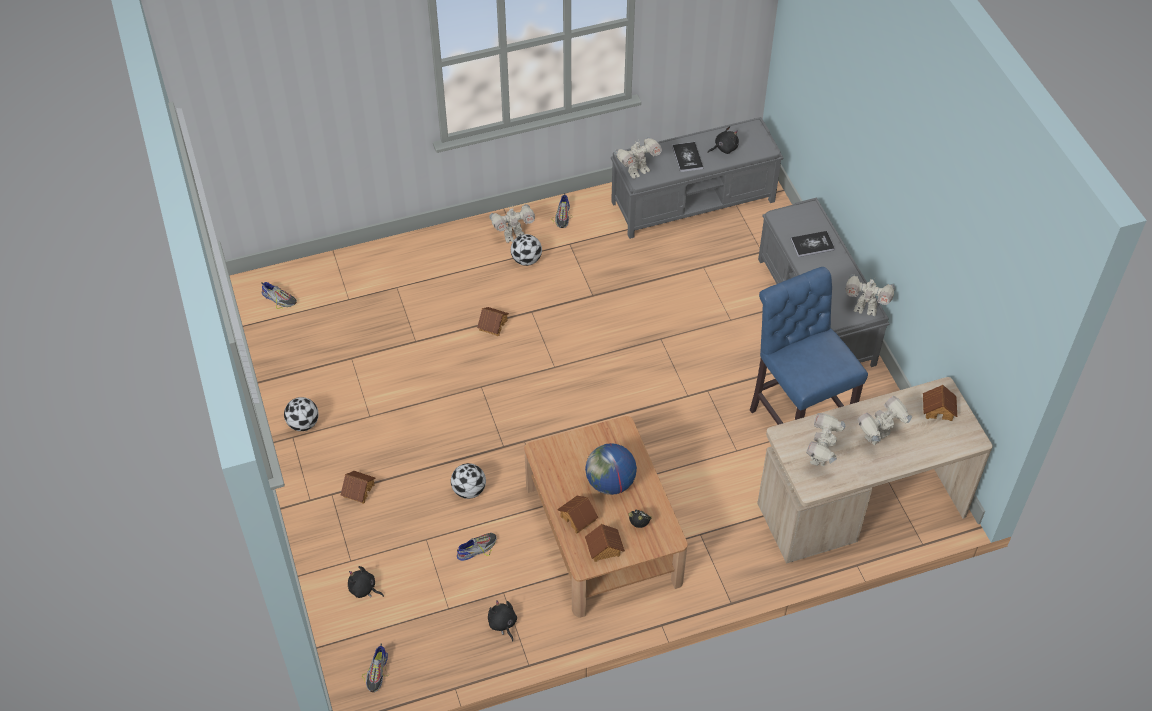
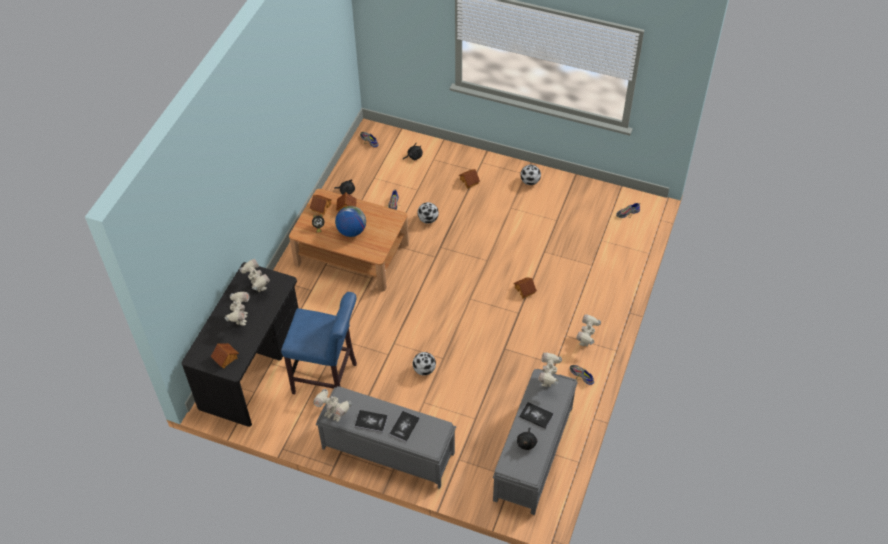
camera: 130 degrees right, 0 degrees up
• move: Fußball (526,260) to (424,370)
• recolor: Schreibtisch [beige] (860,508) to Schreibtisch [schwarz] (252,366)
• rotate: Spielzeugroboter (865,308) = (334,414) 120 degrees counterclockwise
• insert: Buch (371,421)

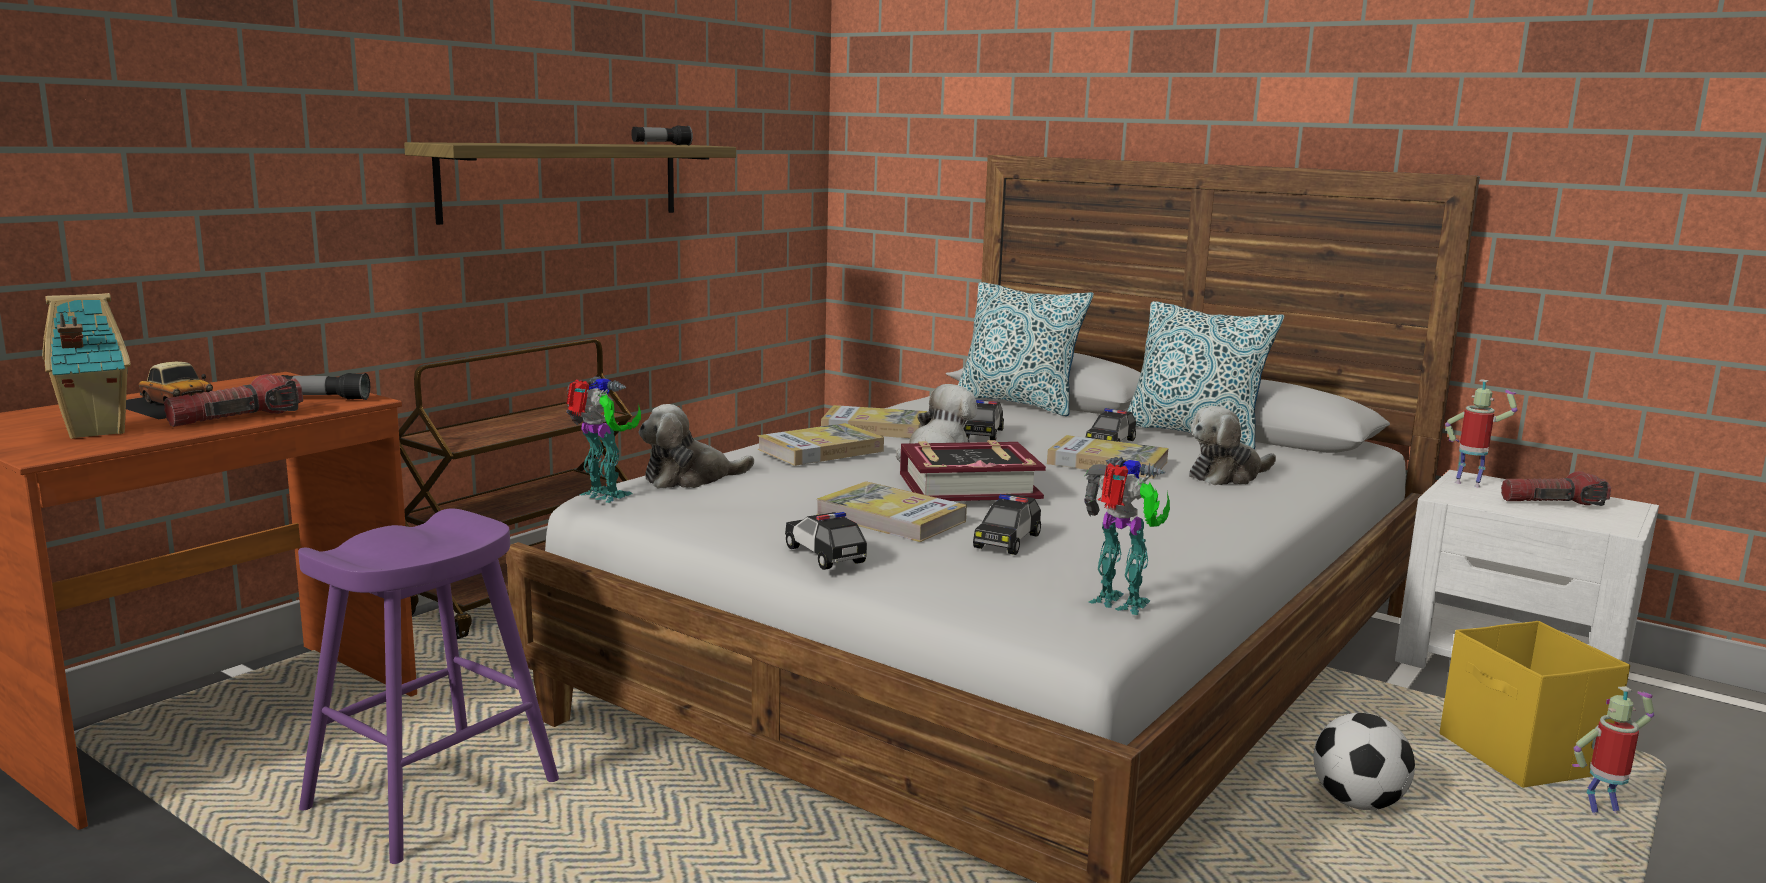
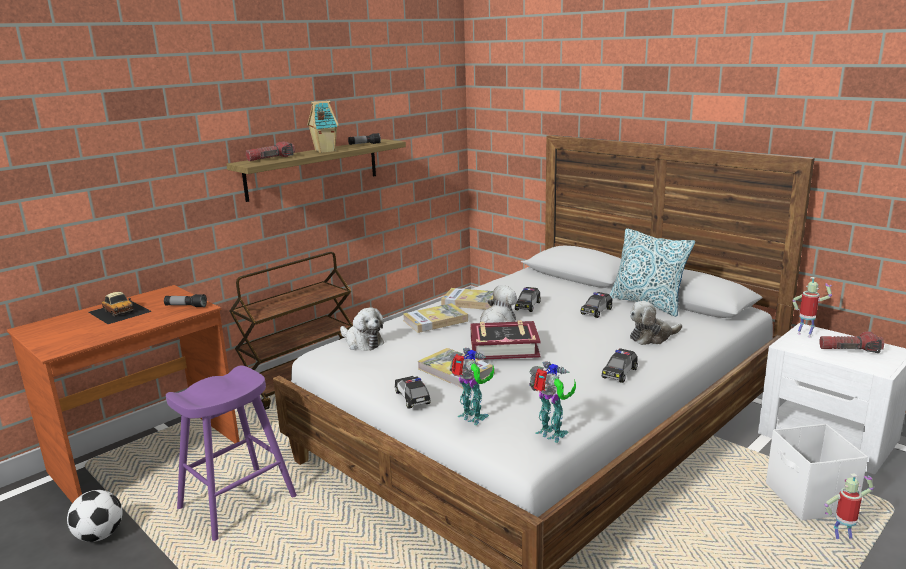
camera: 10 degrees right, 5 degrees up
• move: Spielzeughaus (93,431) to (324,151)
• move: Taschenlampe (237,418) to (271,158)
• move: Spielzeugroboter (604,496) to (472,418)
• rotate: Plüschtier (690,479) = (362,342) 120 degrees counterclockwise
• delete: Kissen (1018,403)
• move: Spielzeugauto (1007,541) to (619,373)
• delete: Buch (1107,463)
• move: Fußball (1357,803) to (100,535)
• recolor: Aufbewahrungsbox [gelb] (1522,756) to Aufbewahrungsbox [weiß] (809,499)

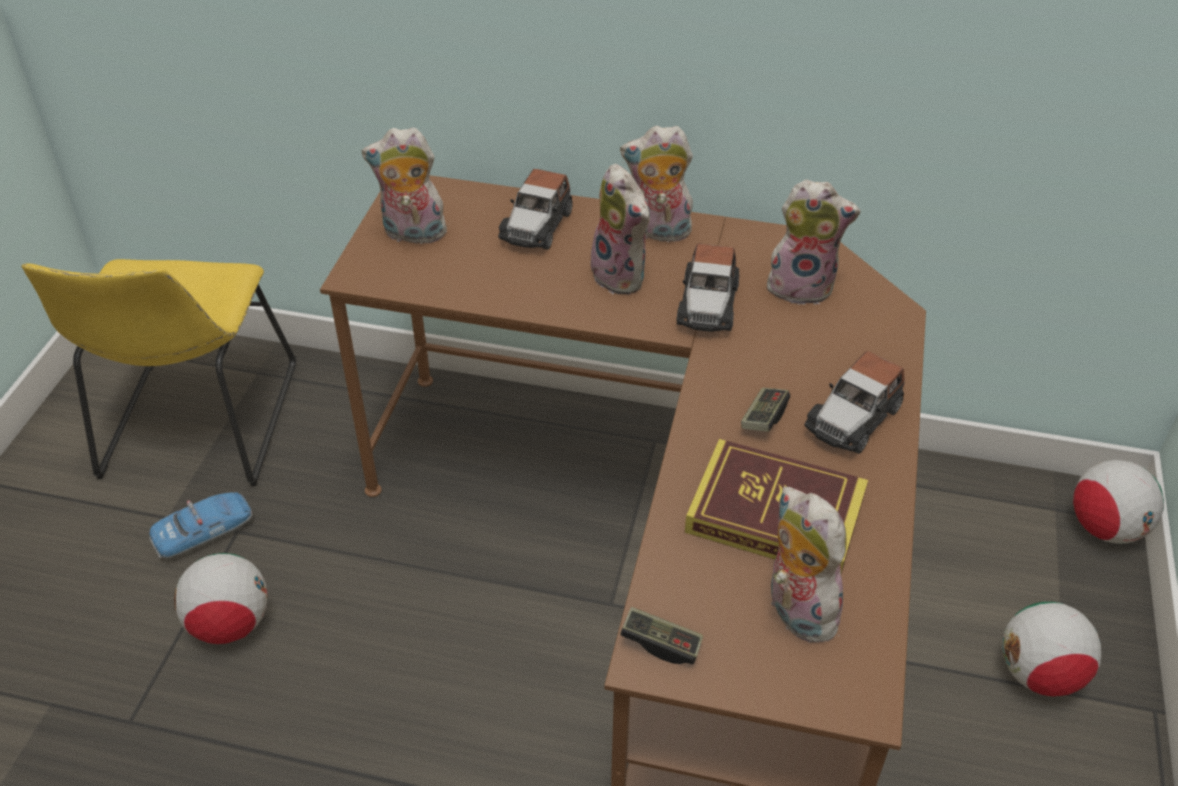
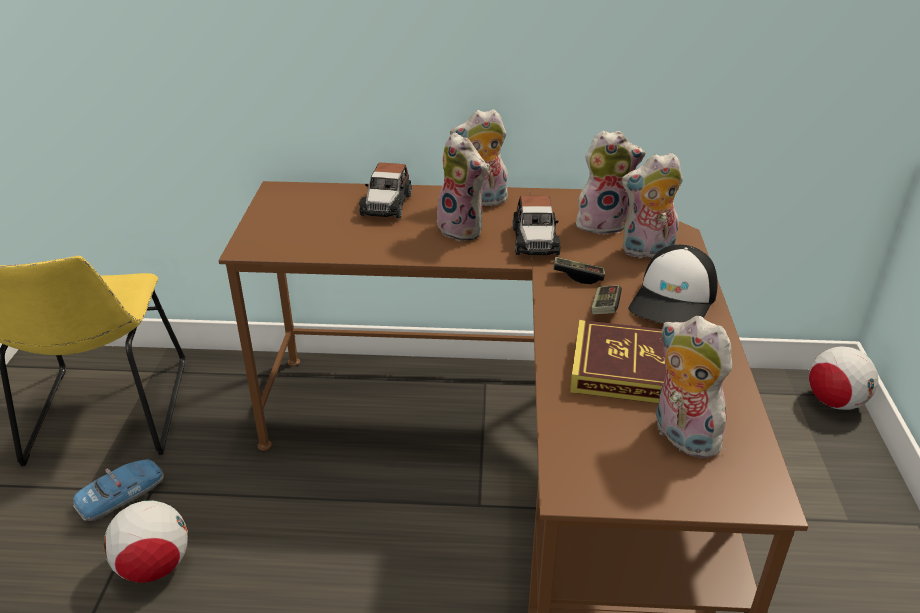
camera: 10 degrees left, 10 degrees down
• move: Plüschtier (412,235) to (647,252)
• move: Gamepad (661,643) to (578,276)
• replace: Spielzeugauto (853,418) to Kappe (674,300)
• delete: Fußball (1039,674)

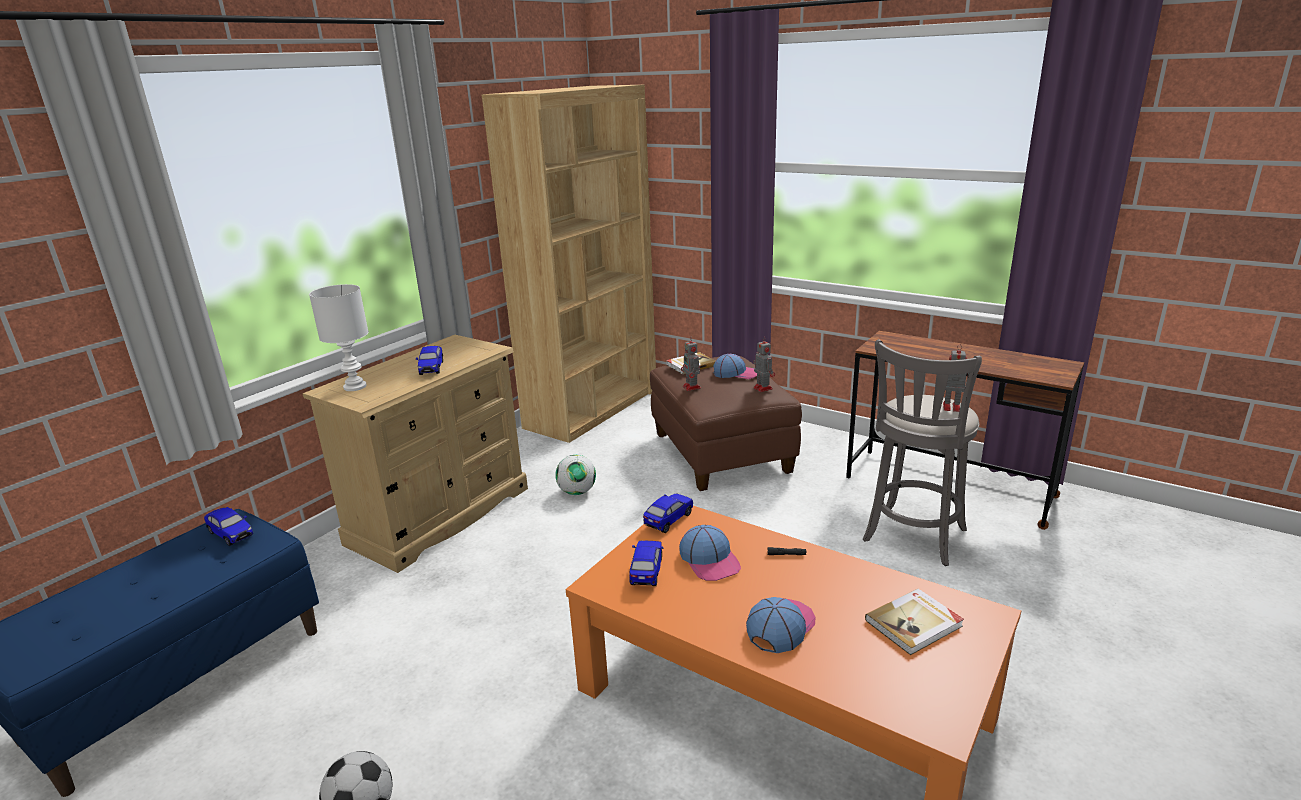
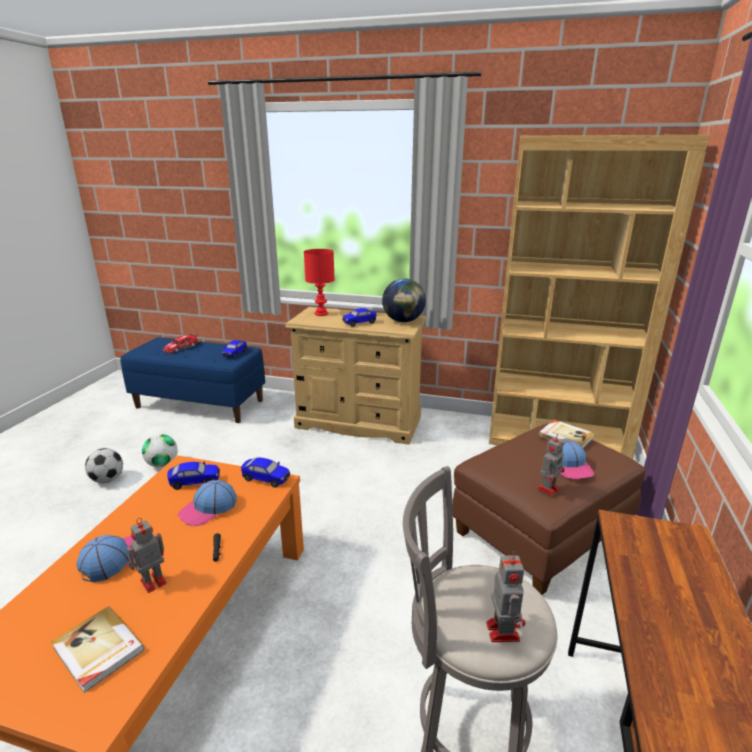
camera: 70 degrees right, 0 degrees up
• recolor: Tischlampe [weiß] (355,386) to Tischlampe [rot] (322,314)
• move: Fußball (577,492) to (162,464)
• move: Spielzeugroboter (692,387) to (152,582)
• rotate: Kappe (780,626) = (114,558) 75 degrees counterclockwise
• insert: Spielzeugauto (181,347)
• insert: Globus (403,321)

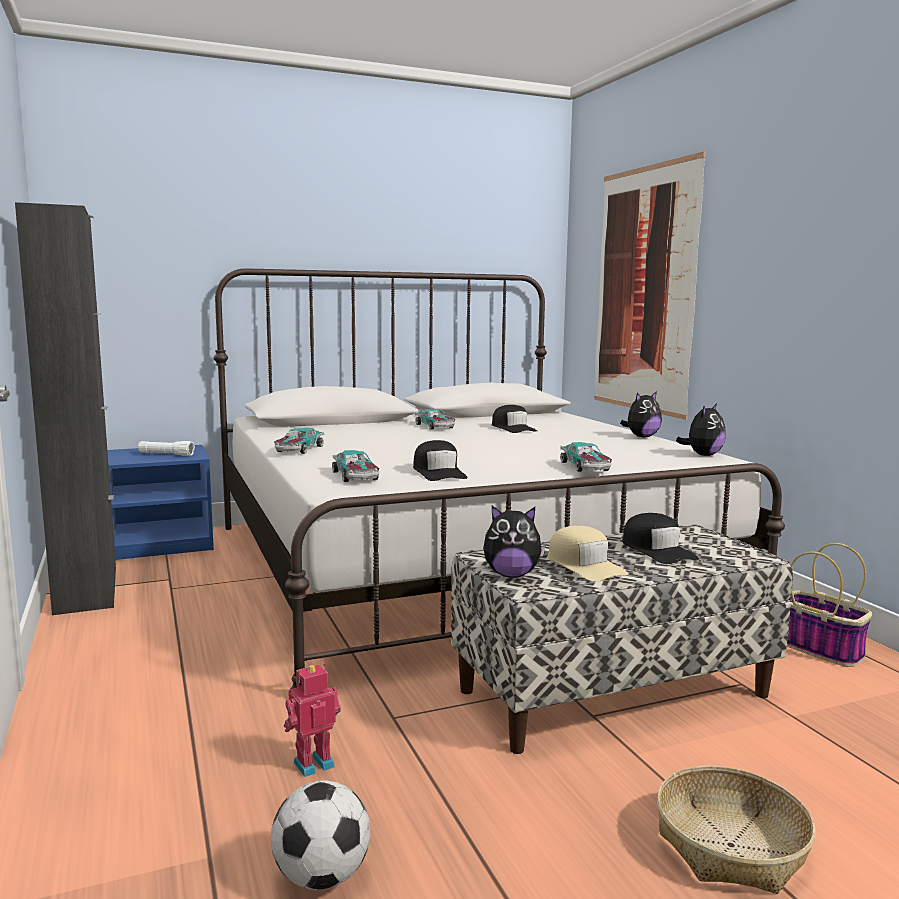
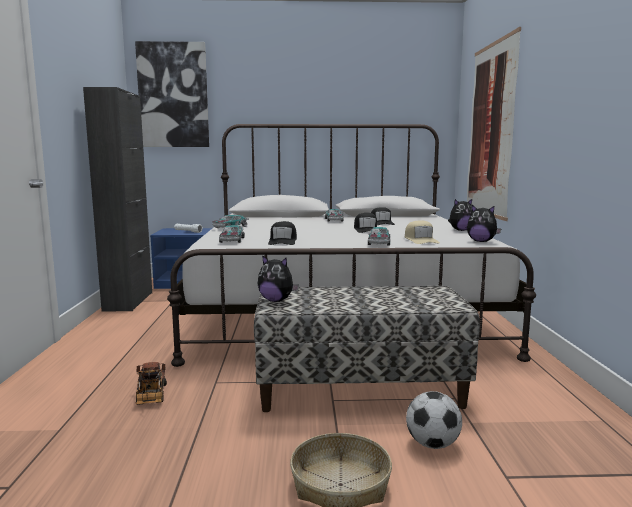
camera: 20 degrees right, 0 degrees up
• move: Fußball (322,876) to (432,444)
• replace: Spielzeugroboter (313,763) to Spielzeuglaster (151,397)
• move: Kappe [beige] (584,566) to (421,240)
• move: Kappe [schwarz] (657,550) to (366,230)
• rotate: Plüschtier (703,455) = (481,241) 60 degrees clockwise
• delete: Korb (822,649)
• insert: Bild (173,95)

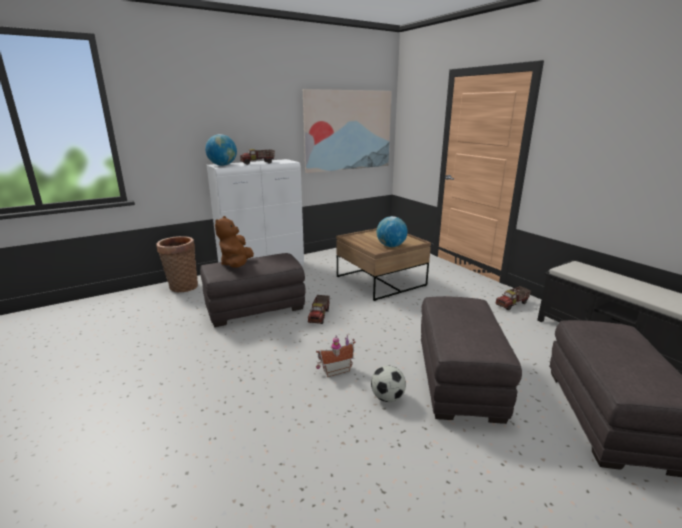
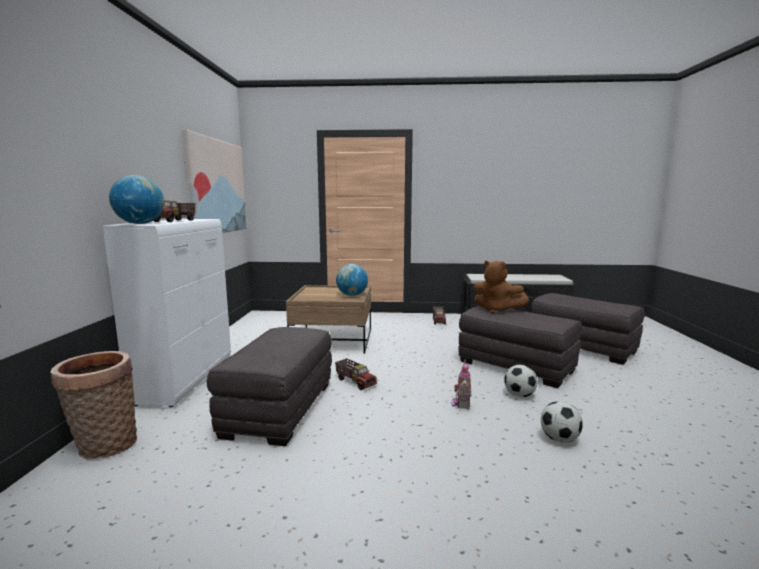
camera: 55 degrees left, 10 degrees down
• move: Plüschtier [braun] (237,264) to (497,310)
• insert: Fußball (559,439)

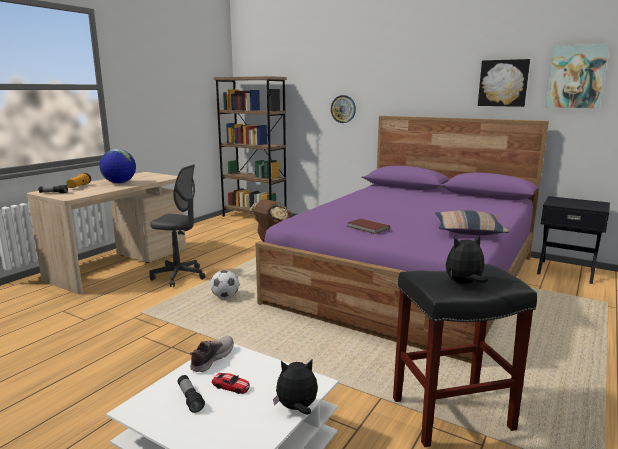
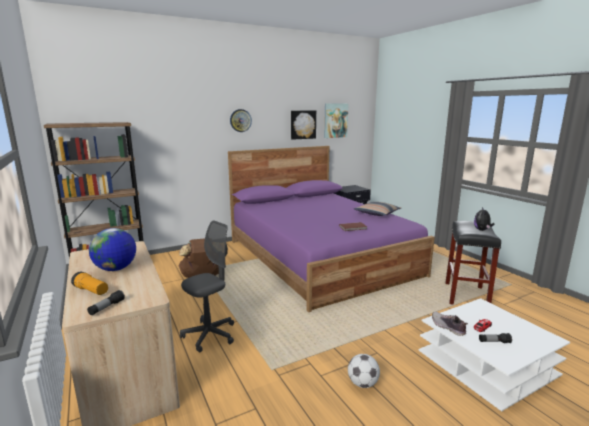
camera: 60 degrees left, 0 degrees up
• move: Fußball (225,297) to (362,383)
• delete: Plüschtier (297,408)
• move: Wanduhr (343,109) to (240,120)

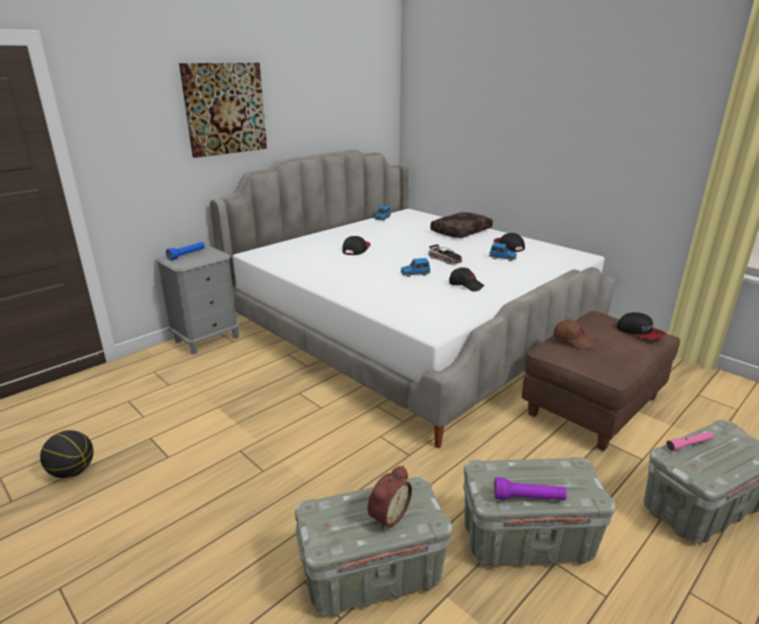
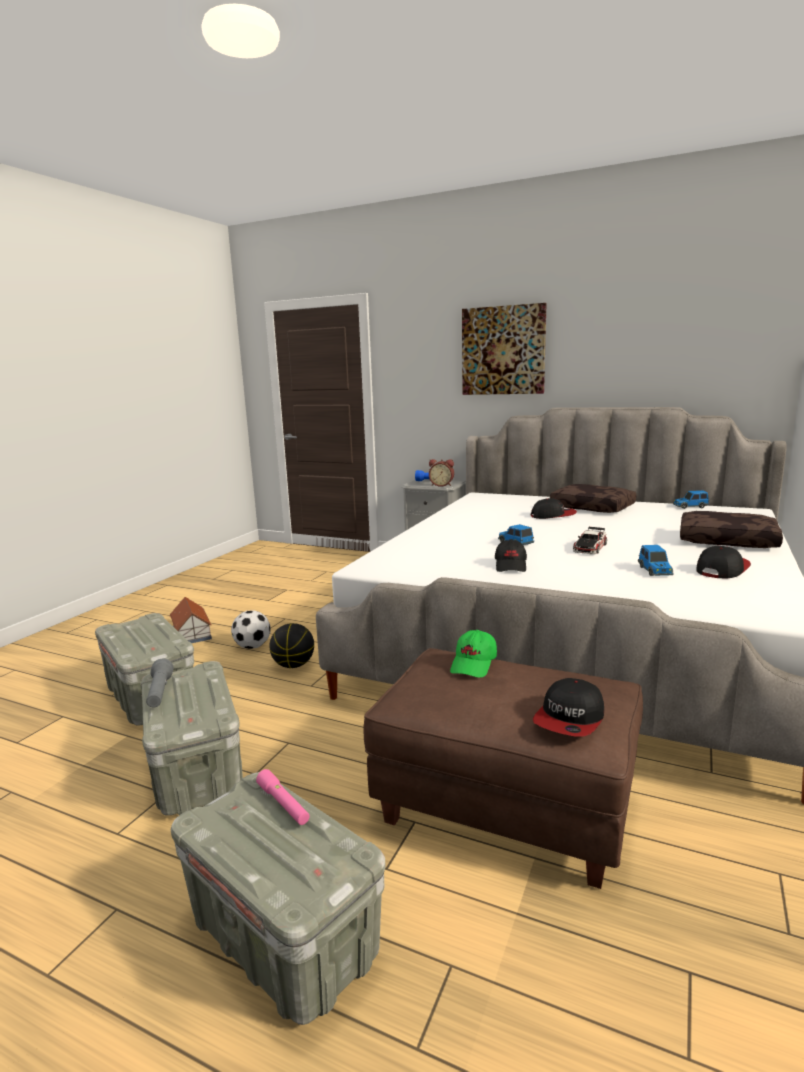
camera: 70 degrees right, 10 degrees down
• move: Basketball (72,472) to (293,665)
• move: Wecker (387,515) to (442,485)
• recolor: Taschenlampe [lila] (528,498) to Taschenlampe [grau] (159,693)
• recolor: Kappe [braun] (572,340) to Kappe [grün] (474,664)
• insert: Spielzeughaus (192,633)
• insert: Fußball (252,646)
• insert: Kissen [braun] (593,507)

